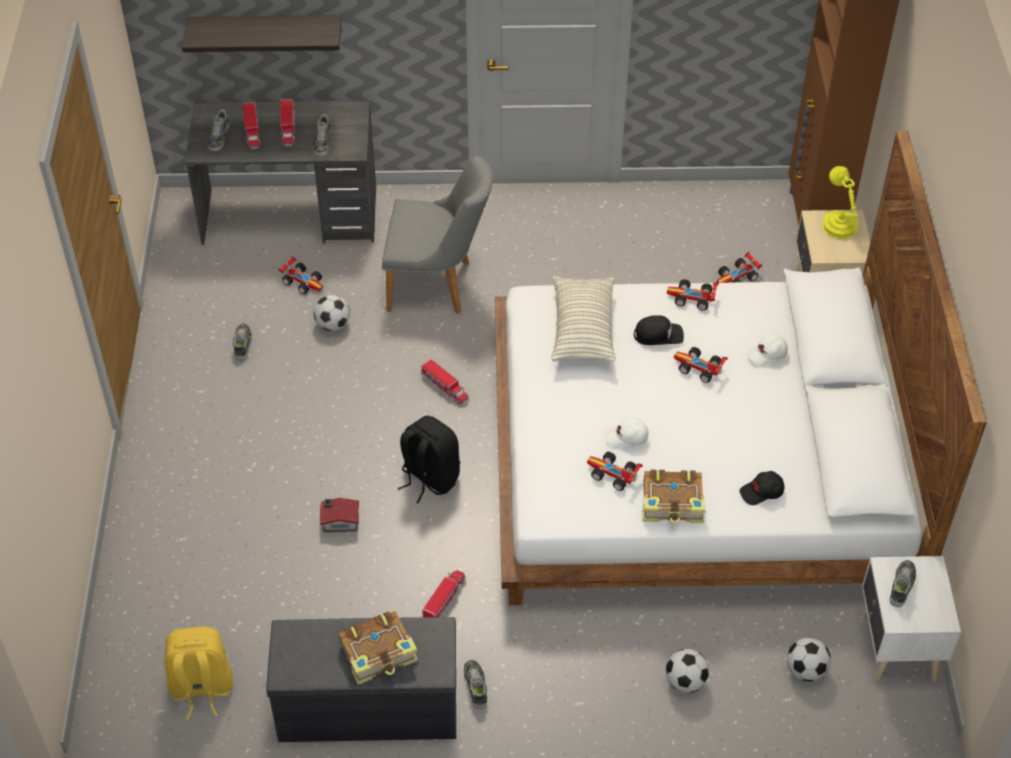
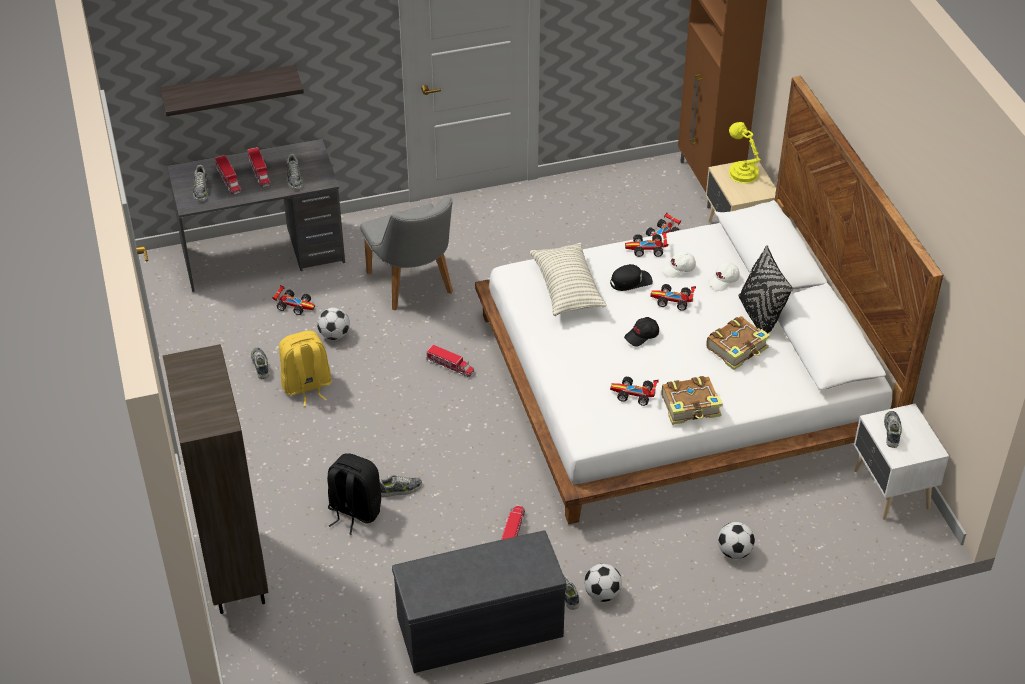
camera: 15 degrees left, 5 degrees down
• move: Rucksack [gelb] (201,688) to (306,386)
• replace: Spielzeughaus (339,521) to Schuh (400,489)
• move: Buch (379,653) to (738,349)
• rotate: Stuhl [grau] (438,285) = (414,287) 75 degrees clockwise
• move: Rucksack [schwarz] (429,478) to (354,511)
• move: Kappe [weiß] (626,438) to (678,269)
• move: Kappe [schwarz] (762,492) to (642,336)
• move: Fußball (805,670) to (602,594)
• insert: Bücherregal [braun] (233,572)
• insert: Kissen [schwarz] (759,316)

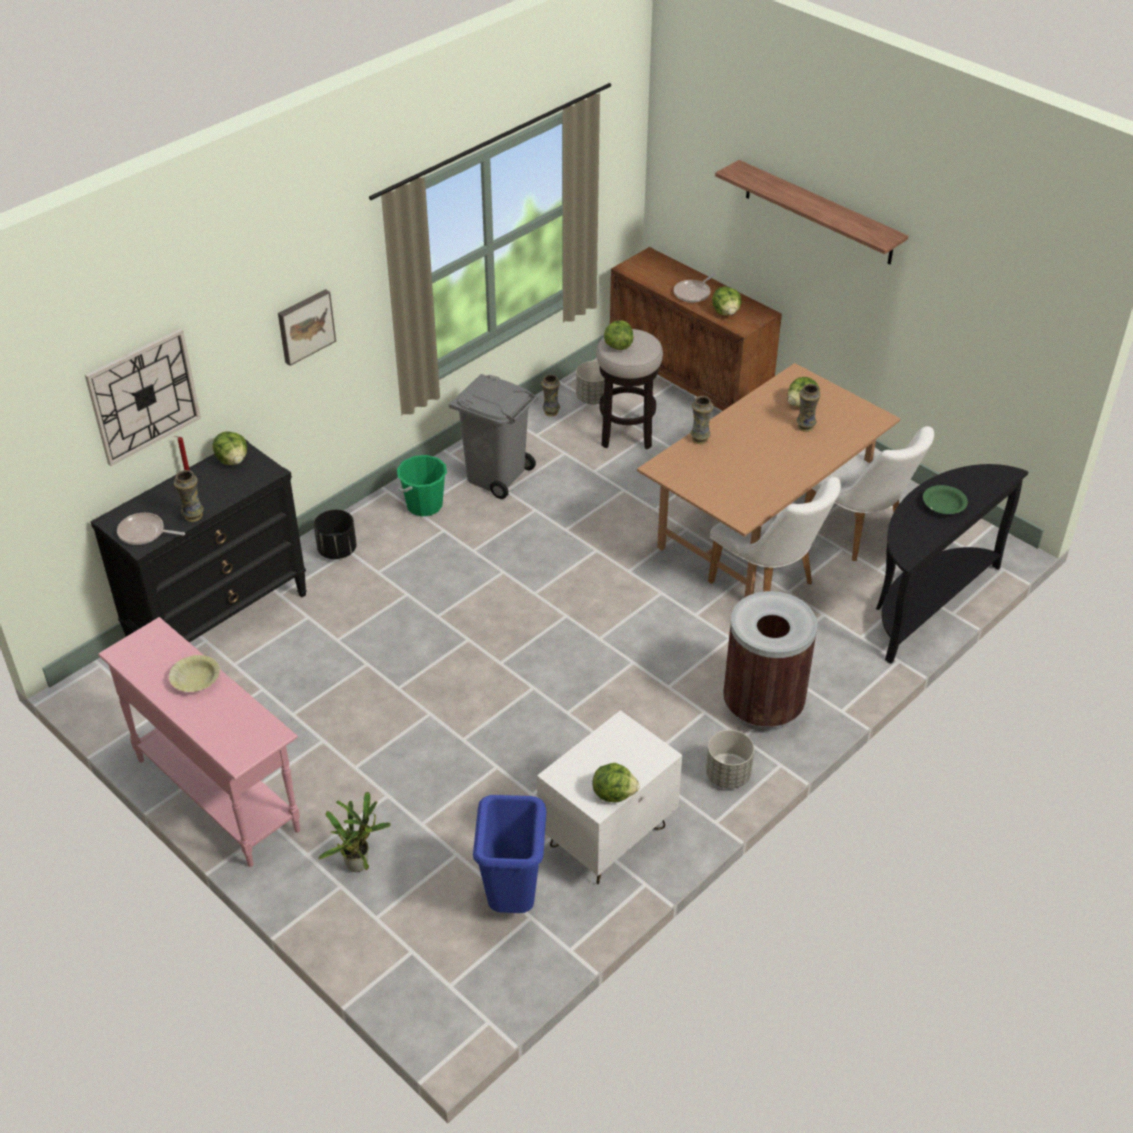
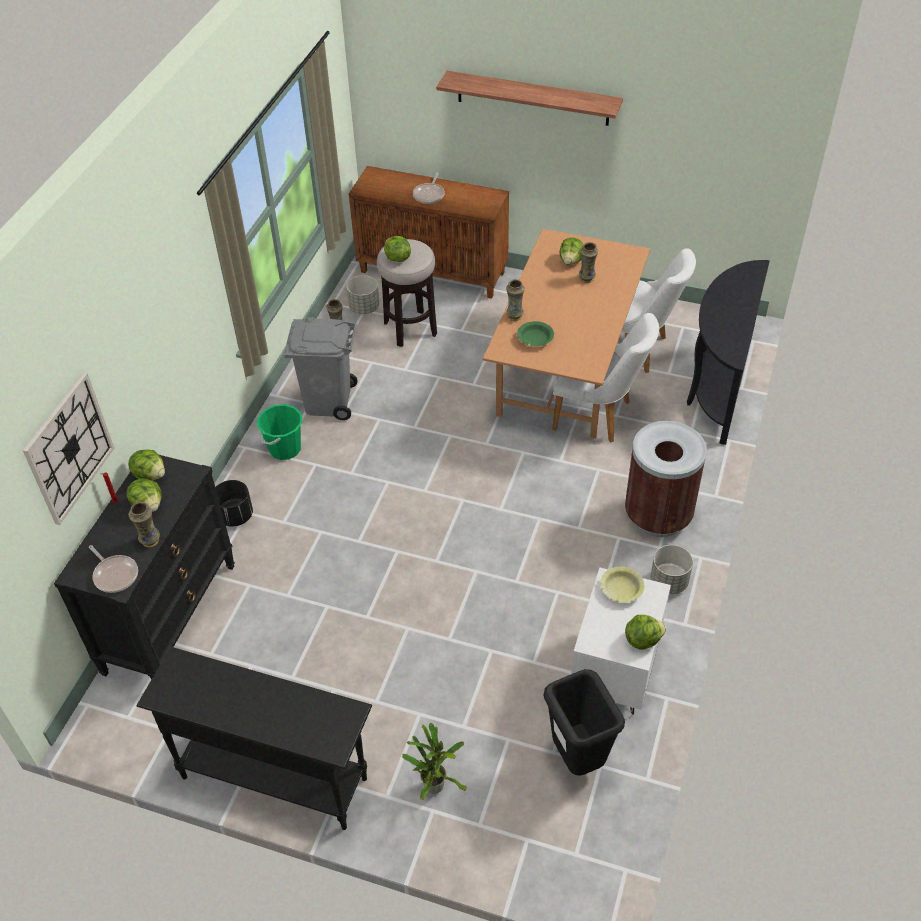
camera: 25 degrees left, 5 degrees up
• recolor: Konsolentisch [rosa] (218,794) to Konsolentisch [schwarz] (274,777)
• rotate: Pfanne (144,533) = (115,574) 120 degrees counterclockwise
• move: Schüssel [gelb] (195,679) to (621,589)
• delete: Bild (305,326)
• recolor: Mülleimer [blau] (512,902) to Mülleimer [schwarz] (578,759)
• move: Salatkopf (726,312) to (148,505)
• move: Schüssel [grün] (943,505) to (535,339)

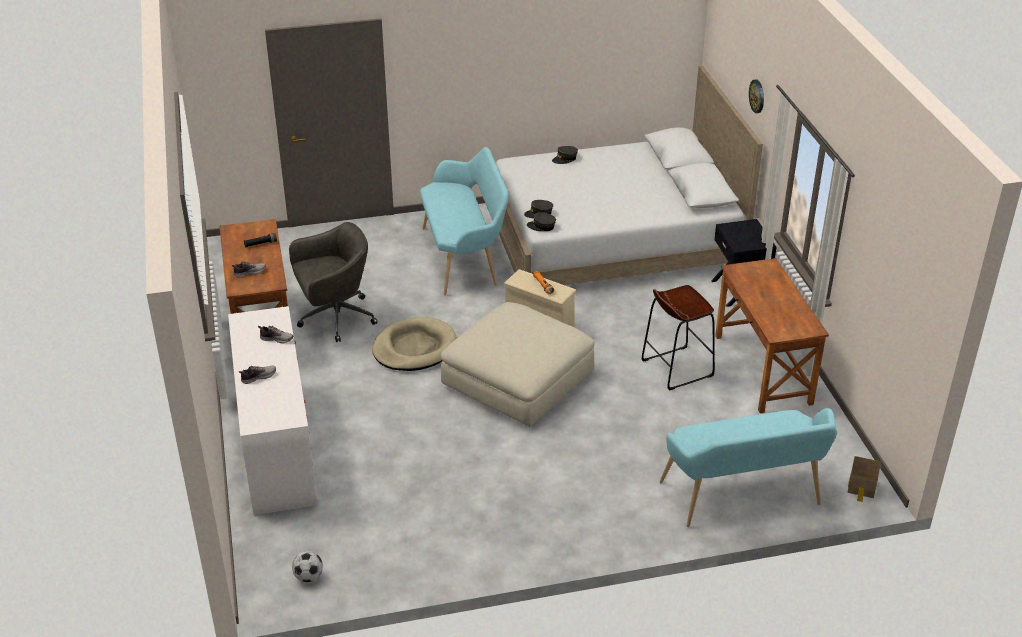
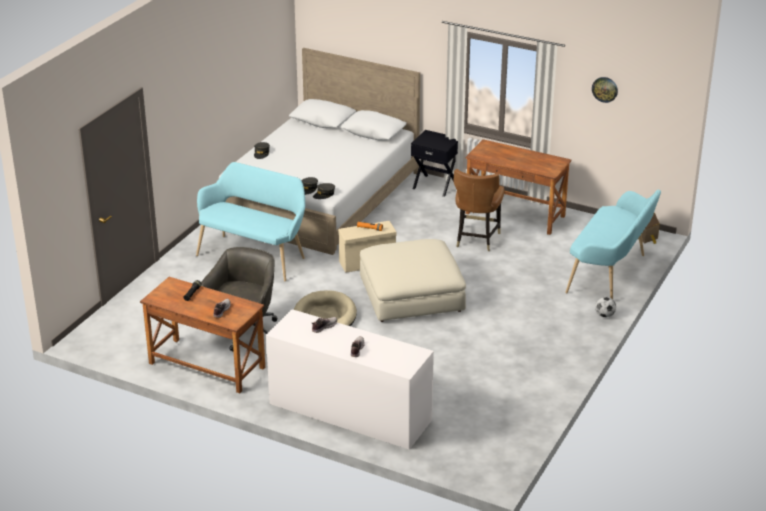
camera: 50 degrees left, 5 degrees down
• move: Fußball (308,577) to (604,315)
• replace: Hocker [braun] (676,368) to Stuhl [braun] (476,239)
• move: Wanduhr (757,96) to (605,89)

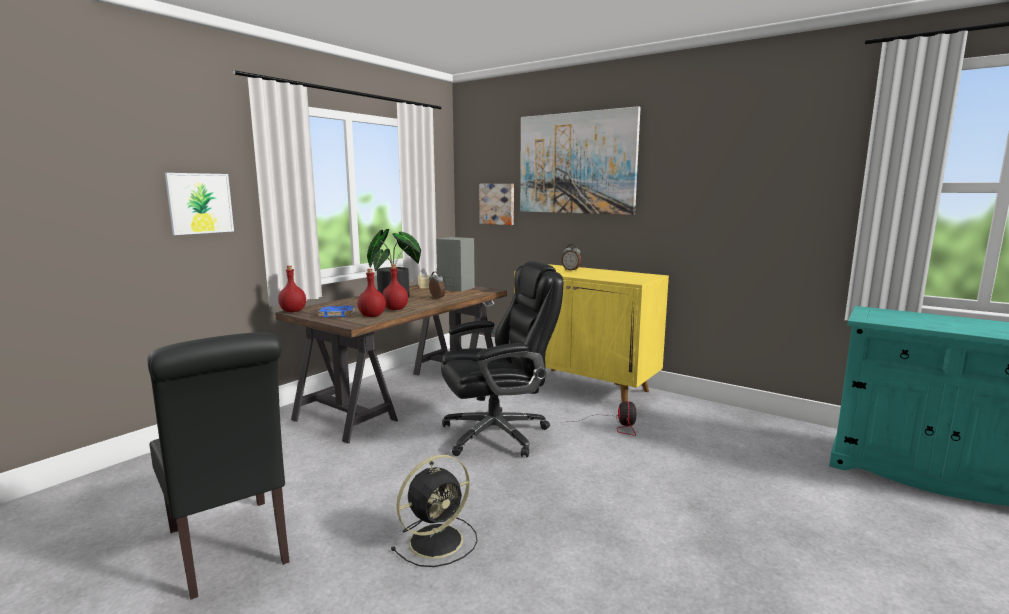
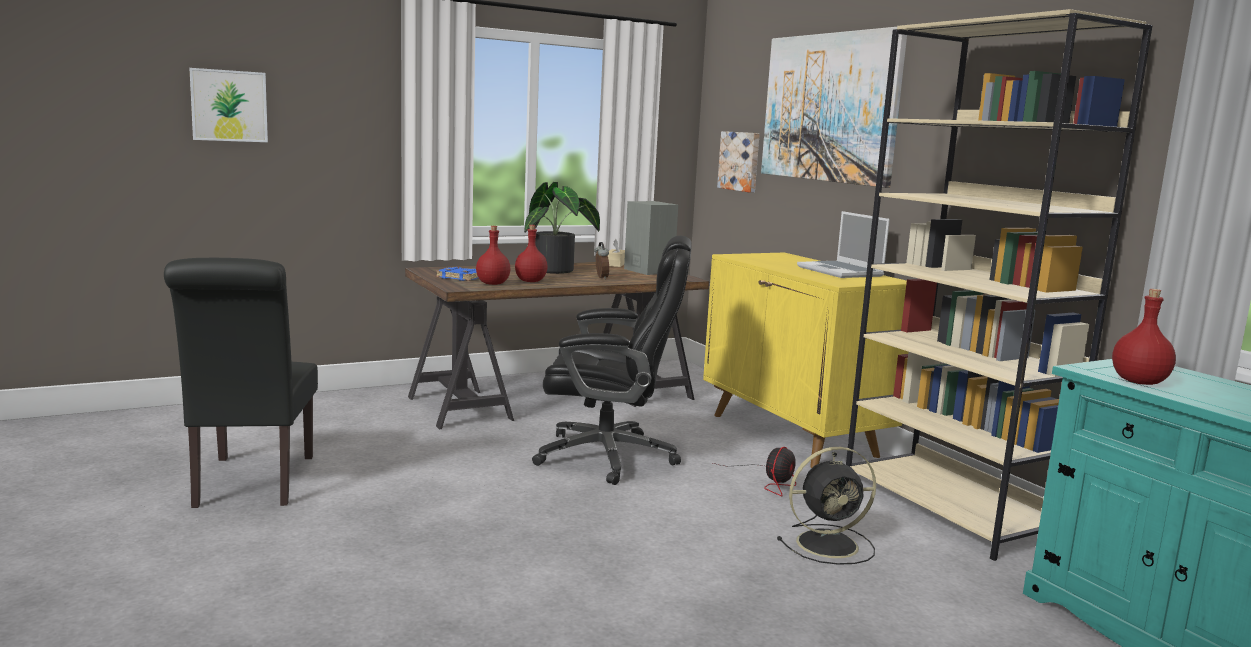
camera: 25 degrees right, 0 degrees up
• move: Bild (200,203) to (229,106)
• move: Flasche [rot] (293,311) to (1138,382)
• move: Ventilator [schwarz] (438,540) to (830,544)
• delete: Wecker (571,270)
• insert: Laptop (841,272)
• insert: Bücherregal [beige] (950,510)

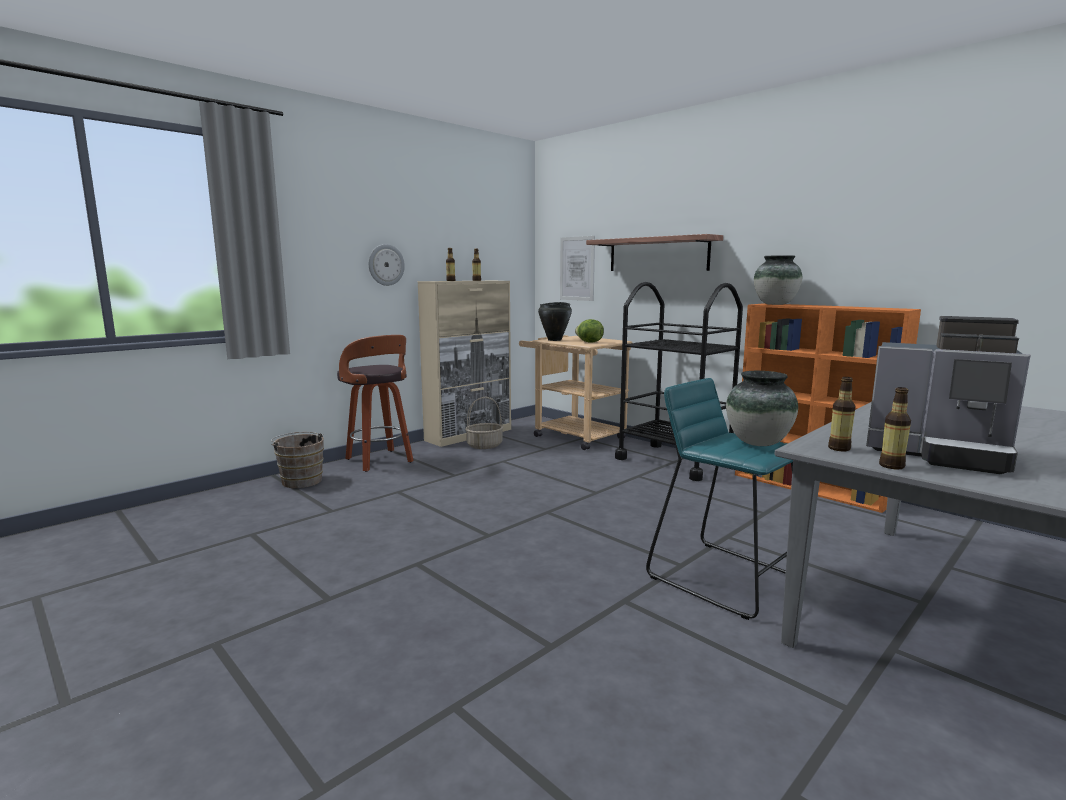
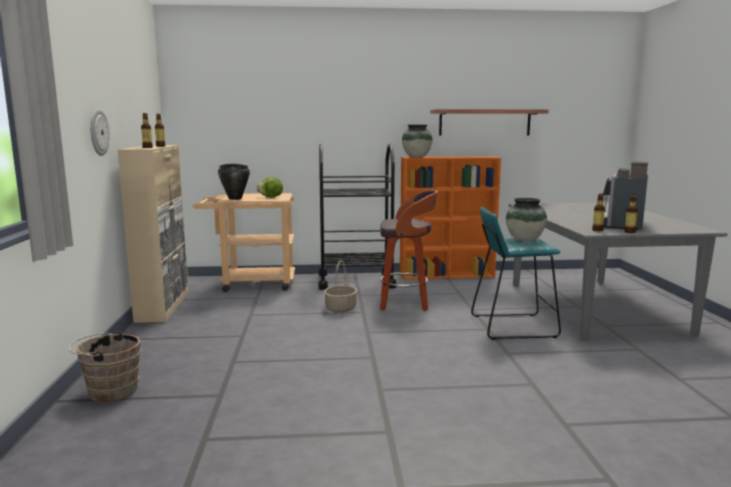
camera: 50 degrees left, 0 degrees up
• move: Hocker (380,461) to (405,303)
• move: Korb (484,446) to (341,308)
• delete: Bild (577,268)
• move: Wandregal (657,254) to (484,122)
• rotate: Kaffeemaschine (939,454) = (621,225) 135 degrees clockwise

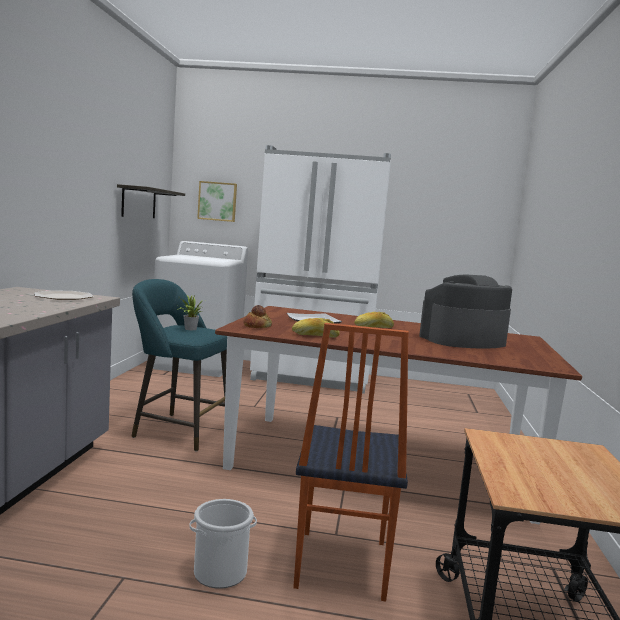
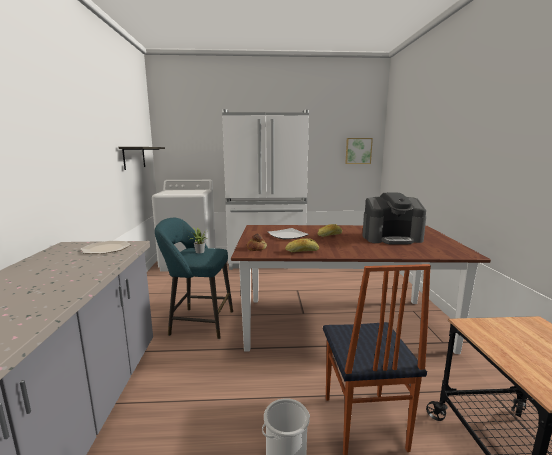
camera: 10 degrees left, 5 degrees up
• move: Bild (217,201) to (358,151)
• rotate: Kaffeemaschine (462,340) = (391,238) 150 degrees counterclockwise

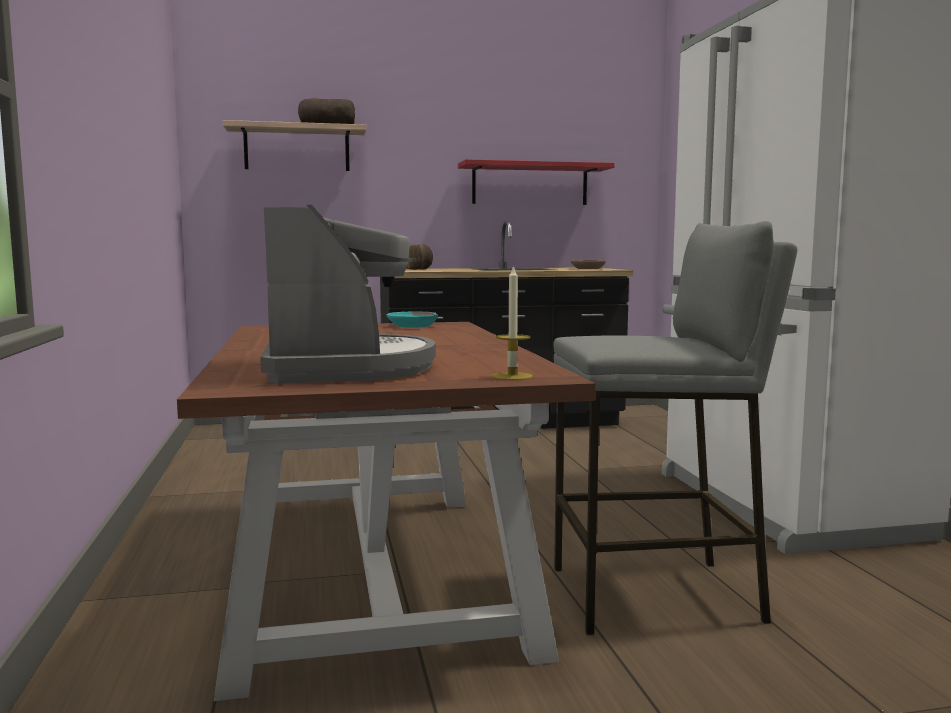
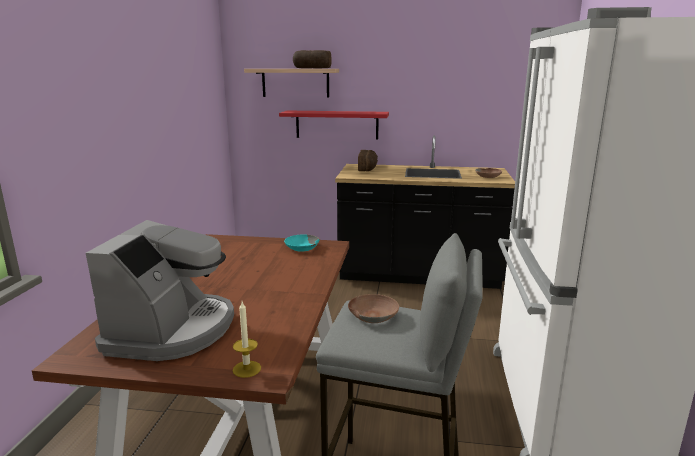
camera: 20 degrees right, 10 degrees up
• move: Wandregal [rot] (530,184) to (337,124)
• insert: Schüssel [braun] (373,315)

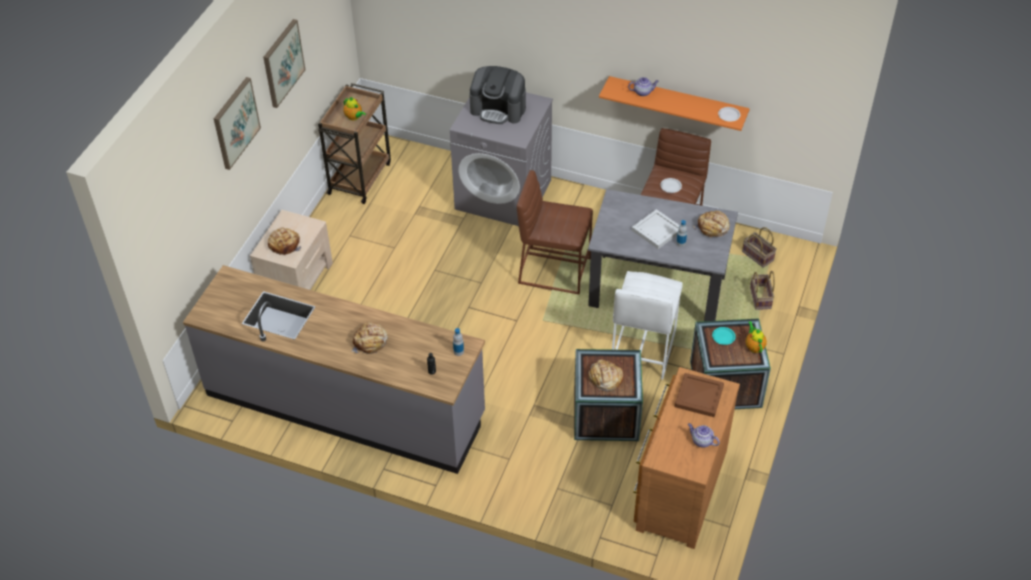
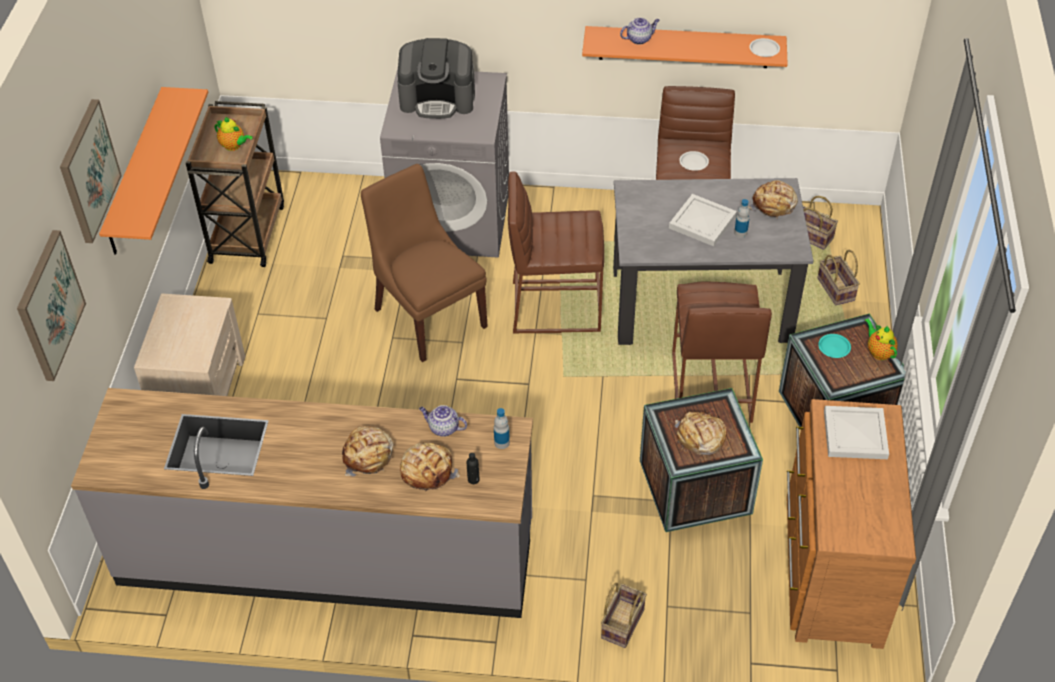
camera: 15 degrees left, 0 degrees up
• move: Bild (282,63) to (49,305)
• move: Brot (285,244) to (427,470)
• recolor: Hocker [weiß] (642,349) to Hocker [braun] (710,387)
• recolor: Tablett [braun] (698,396) to Tablett [weiß] (854,435)
• move: Teekanne (701,441) to (443,428)
• insert: Wandregal [orange] (136,173)
• insert: Stuhl [braun] (428,315)
• insert: Korb (622,622)

